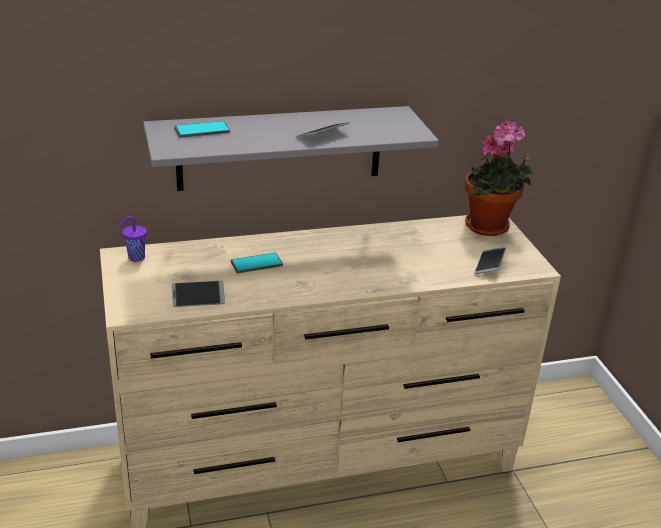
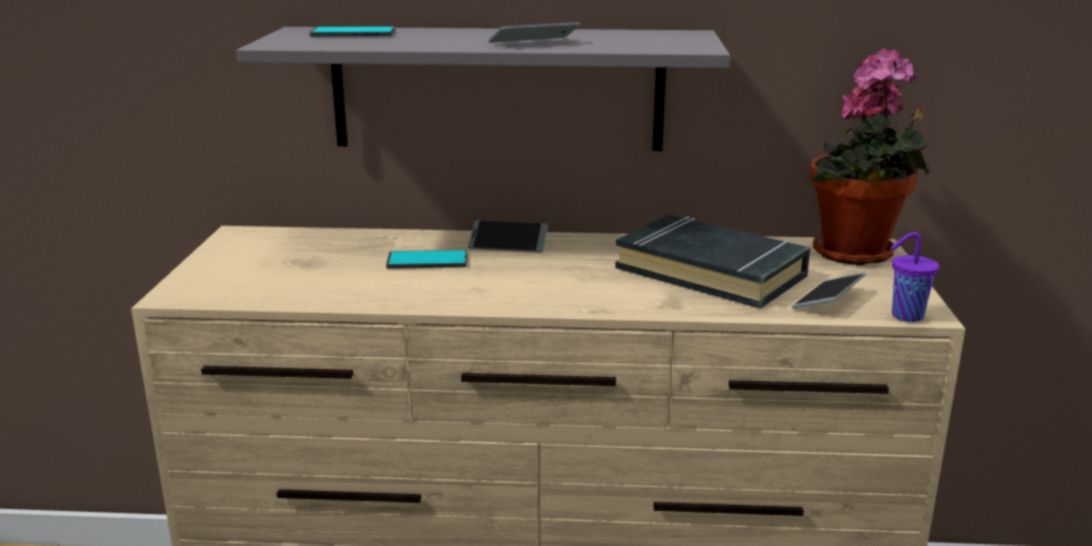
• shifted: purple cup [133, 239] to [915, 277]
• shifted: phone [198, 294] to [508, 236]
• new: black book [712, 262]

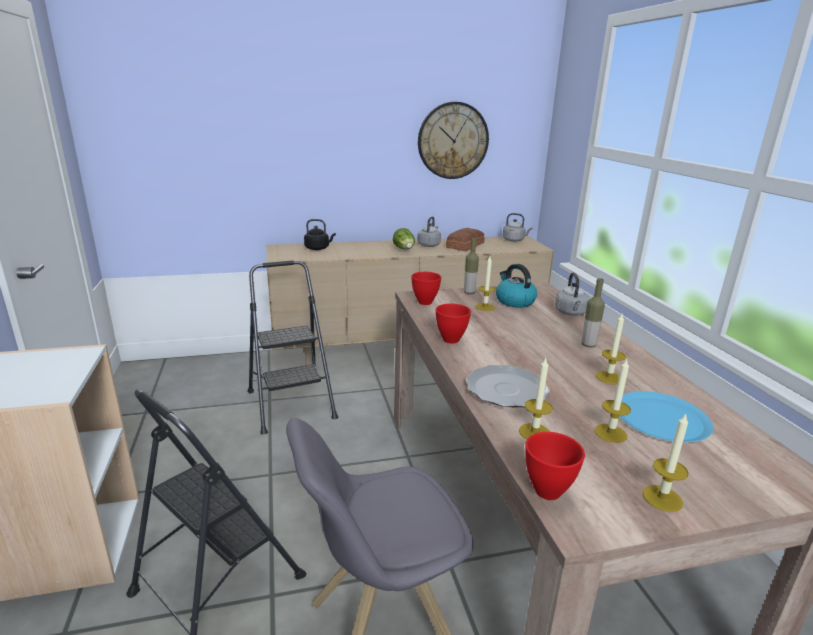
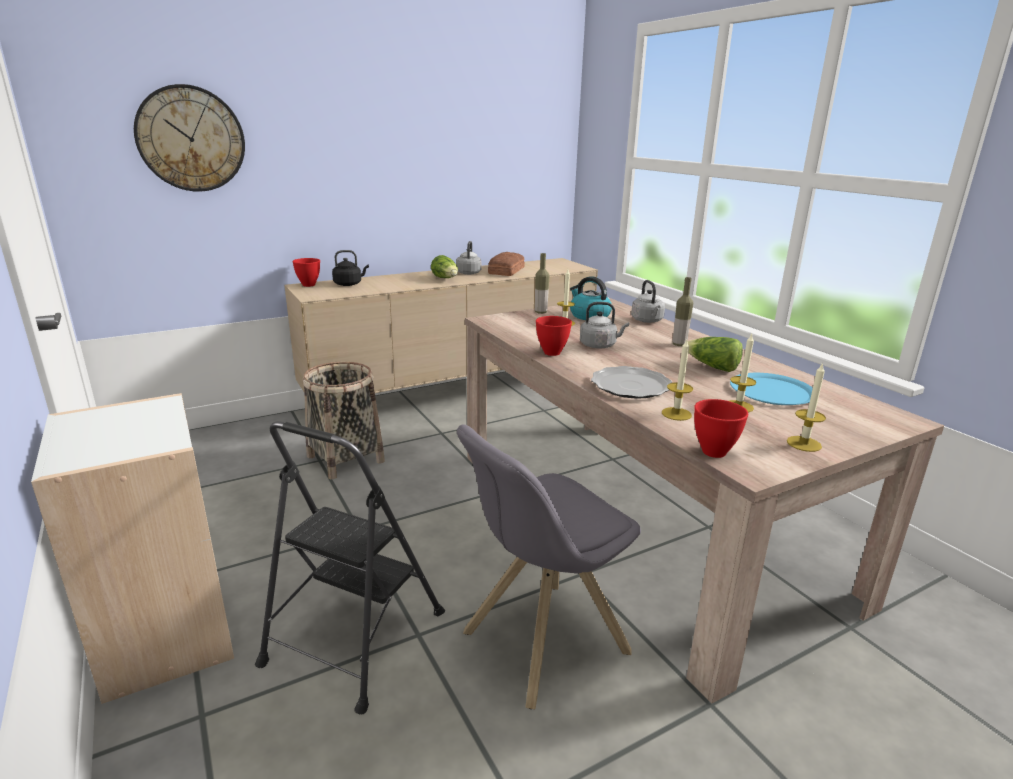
• shifted: wall clock [453, 140] to [189, 138]
• shifted: grey kettle [517, 227] to [604, 325]
• swapped: black step ladder [292, 347] to basket [344, 420]
• shifted: red bowl [426, 288] to [306, 272]
• swapped: candle [611, 349] to lettuce [715, 354]

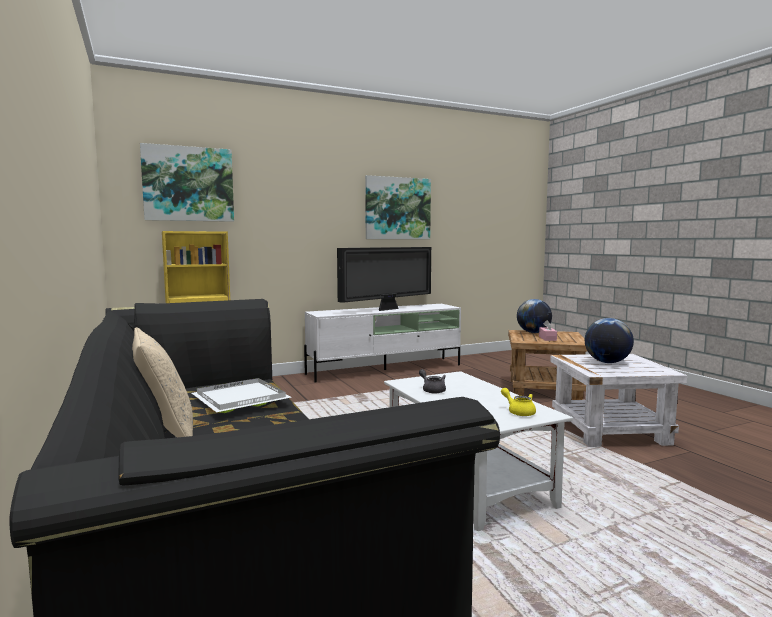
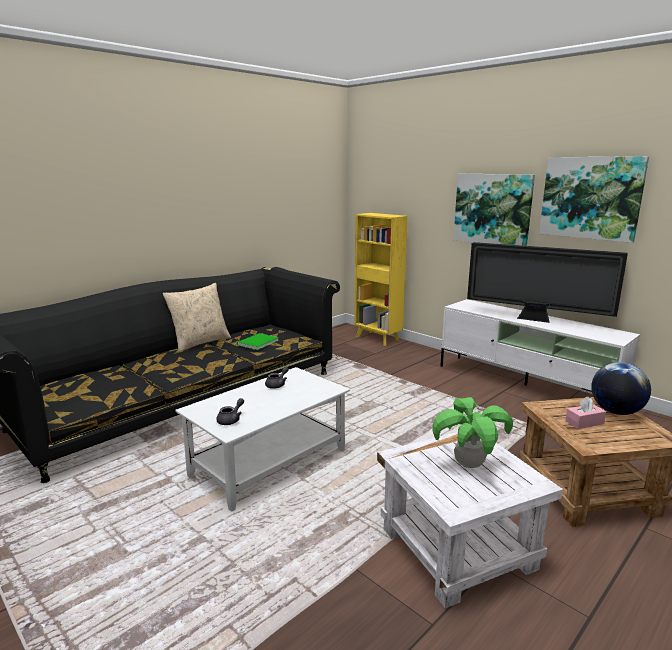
• shifted: picture [187, 182] to [494, 210]
• swapped: globe [609, 340] to potted plant [472, 432]
• swapped: white tray [241, 395] to green book [258, 341]
• repainted: yellow teapot [518, 402] to grey teapot [230, 411]

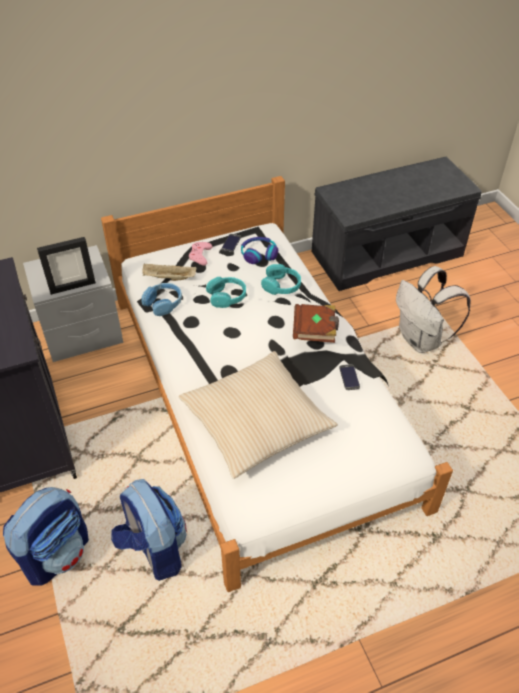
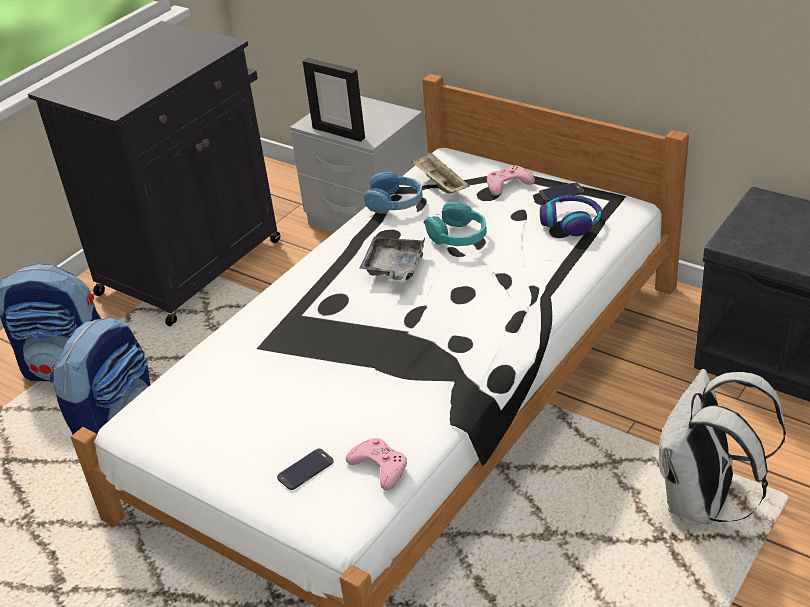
• gone: turquoise headphones [281, 279]
• gone: brown book [316, 323]
• gone: beige pillow [258, 415]
• shifted: phone [349, 377] to [305, 469]
• new: grey tray [392, 259]
• new: pink game controller [376, 464]

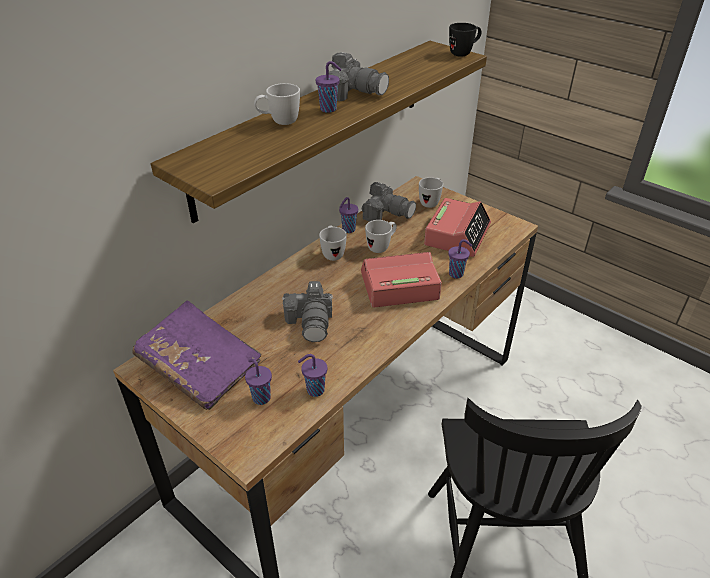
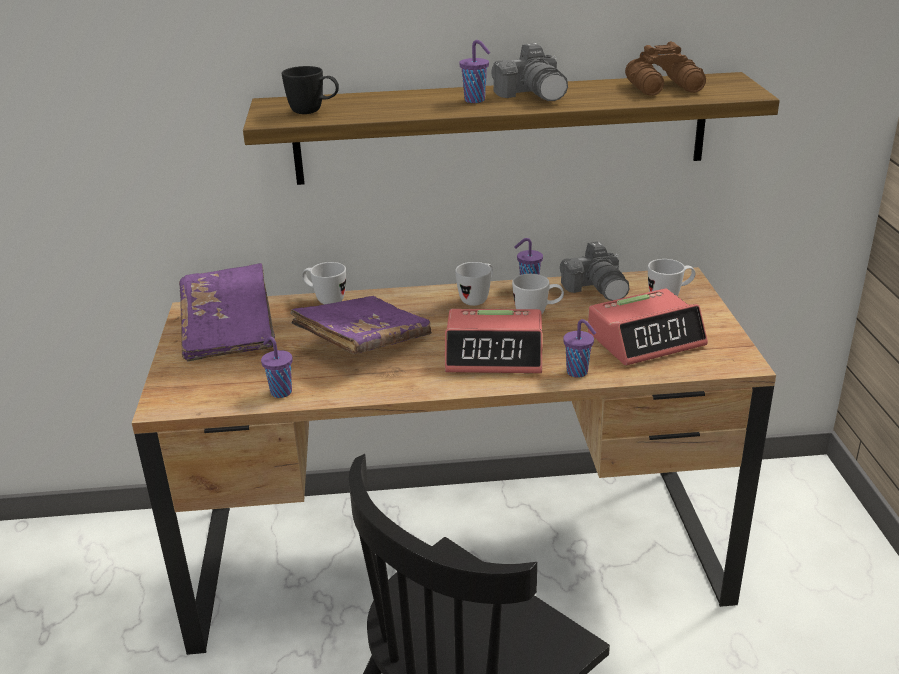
• shifted: black mug [465, 40] to [310, 90]
• shifted: white mug [277, 104] to [324, 283]
• rotated: alarm clock [401, 280] = [493, 341] 150 degrees clockwise
• swapped: photo camera [308, 311] to purple book [361, 325]
• gone: purple cup [258, 382]
• new: brown binoculars [665, 68]

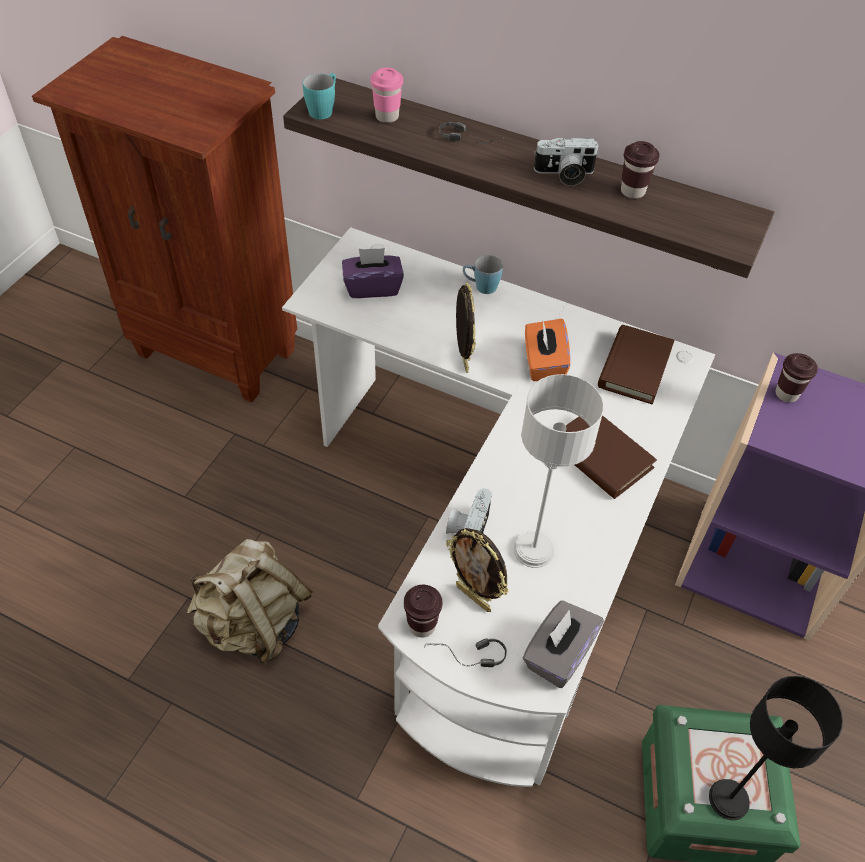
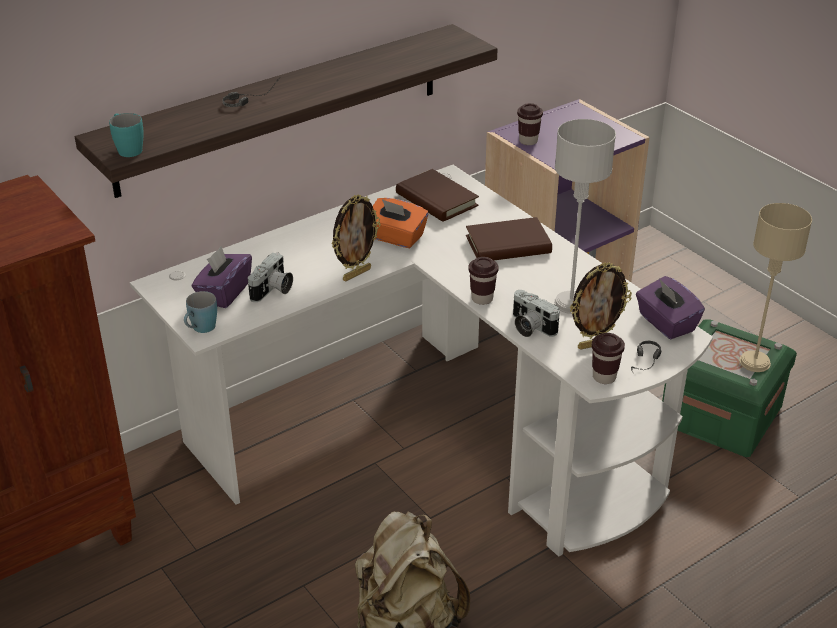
• gone: pink cup [386, 95]
• shifted: photo camera [566, 162] to [270, 277]
• shifted: brown cup [640, 170] to [483, 281]
• shifted: blue mug [483, 274] to [200, 312]
• rotated: picture frame [466, 327] = [356, 238] 120 degrees clockwise
• repainted: grey tissue box [563, 644] to purple tissue box [670, 307]
• repainted: black table lamp [776, 748] to beige table lamp [775, 287]

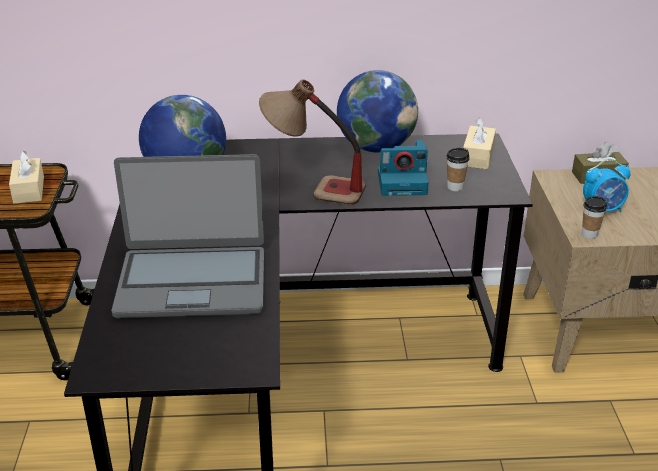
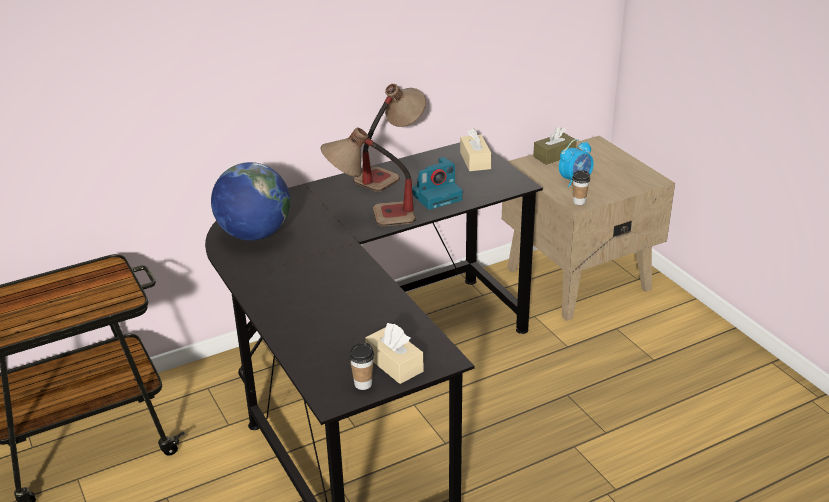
• swapped: globe [377, 111] to table lamp [389, 138]
• shifted: cup [458, 169] to [361, 366]
• shifted: beige tissue box [26, 177] to [394, 353]
• gone: laptop [188, 236]

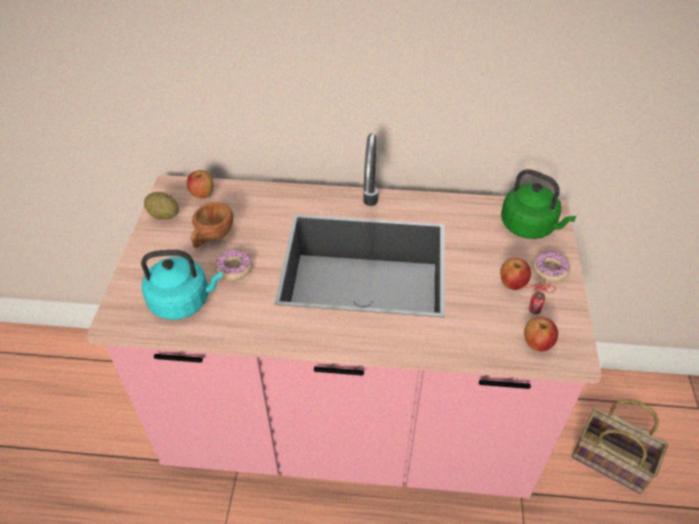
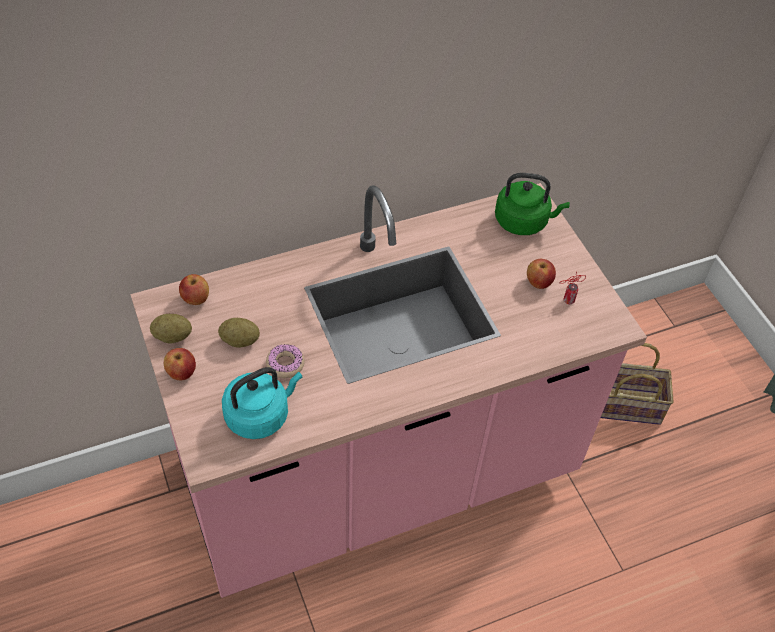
• swapped: brown cup [212, 225] to potato [239, 333]
• gone: donut [551, 266]
• shifted: apple [541, 334] to [180, 364]

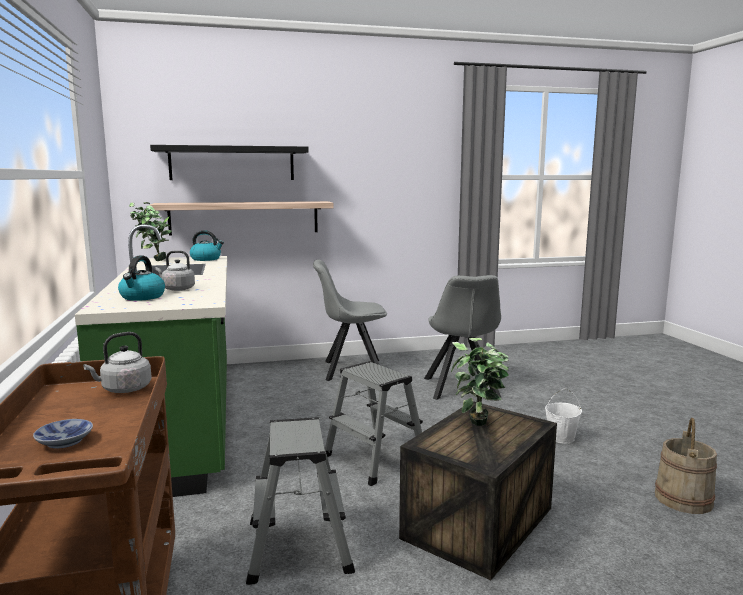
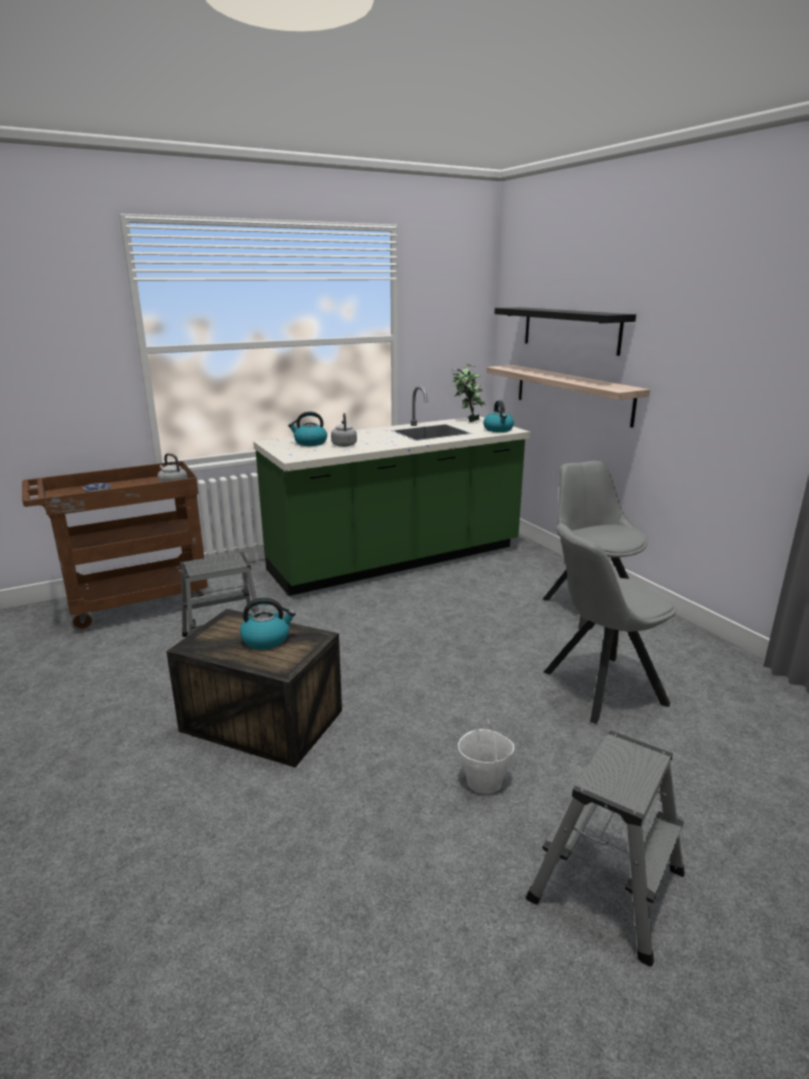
• swapped: potted plant [480, 382] to kettle [268, 623]
• shifted: grey step ladder [374, 423] to [605, 848]
• gone: beige bucket [686, 466]

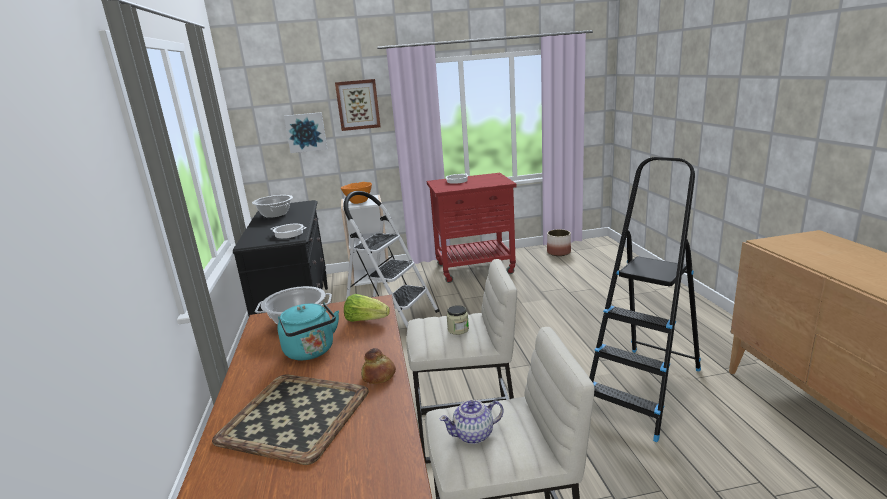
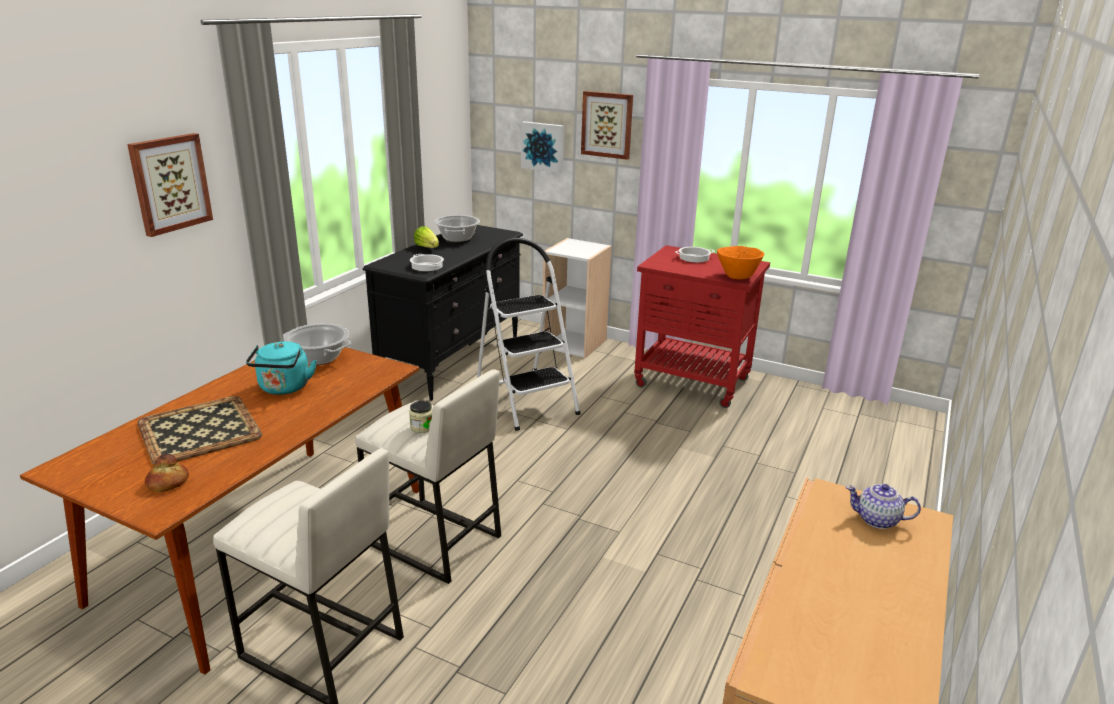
• gone: black step ladder [645, 299]
• shifted: orange bowl [356, 193] to [740, 262]
• gone: planter [559, 242]
• shifted: lettuce [367, 308] to [426, 237]
• shifted: bread [378, 366] to [167, 473]
• shifted: teapot [471, 422] to [883, 506]
• new: picture [170, 185]

